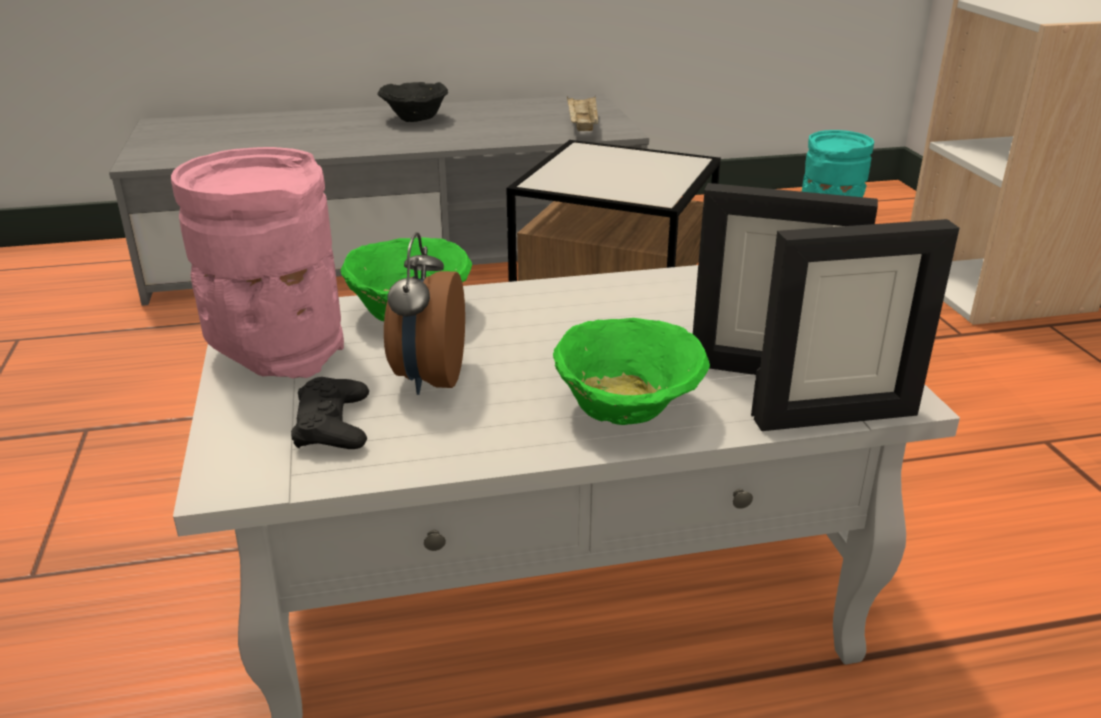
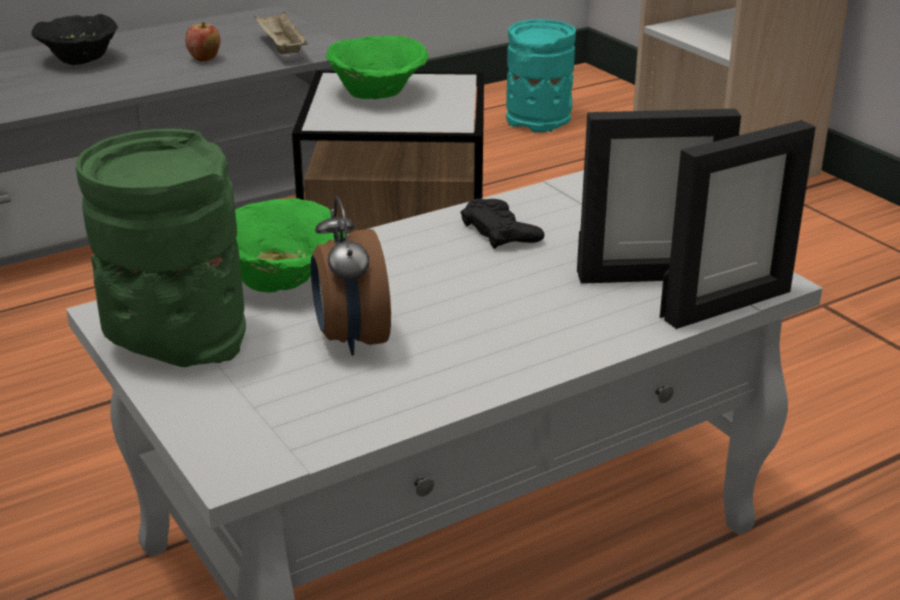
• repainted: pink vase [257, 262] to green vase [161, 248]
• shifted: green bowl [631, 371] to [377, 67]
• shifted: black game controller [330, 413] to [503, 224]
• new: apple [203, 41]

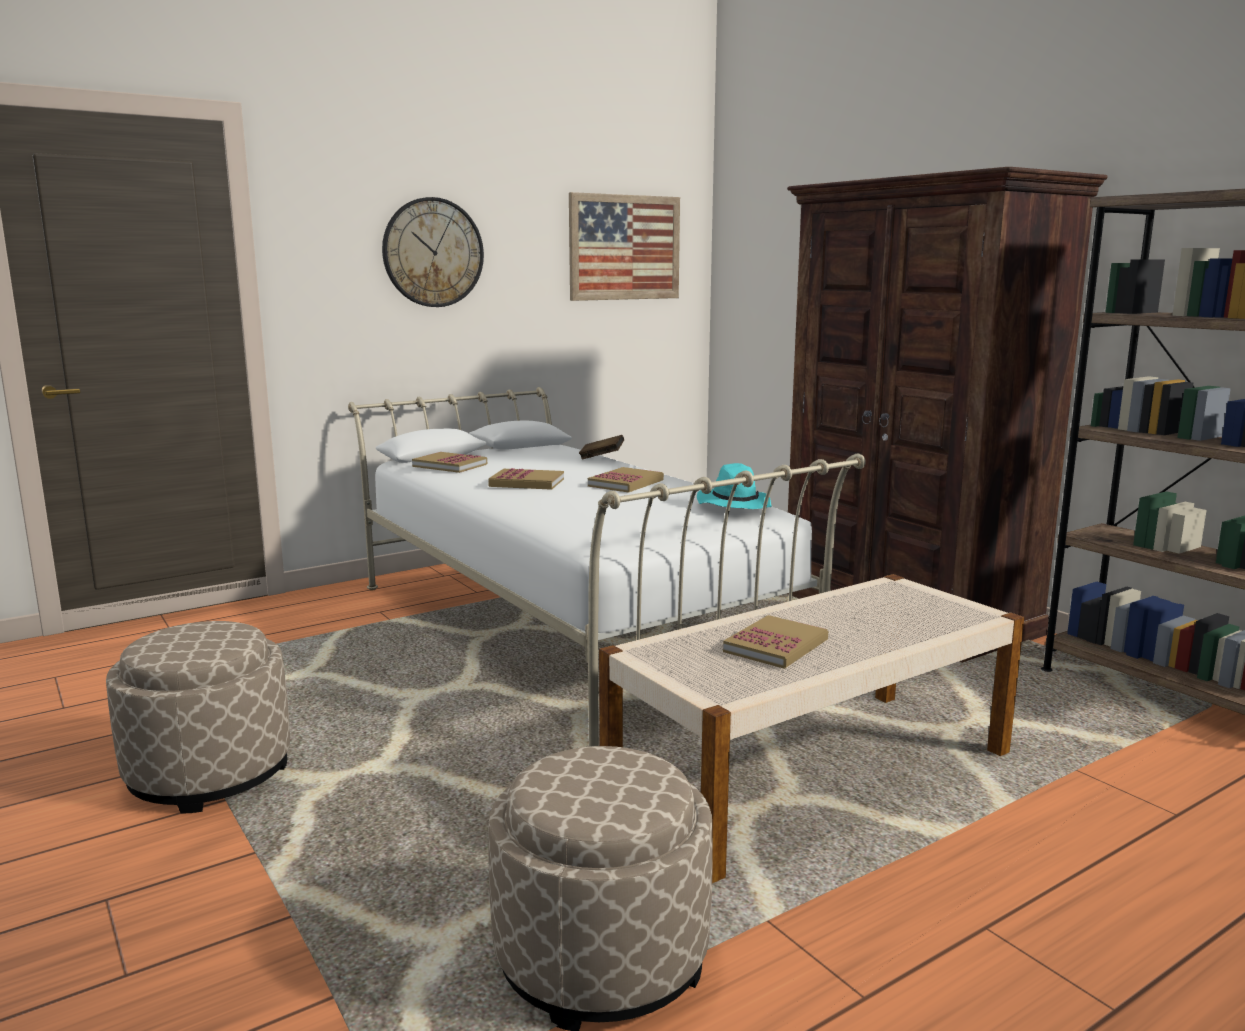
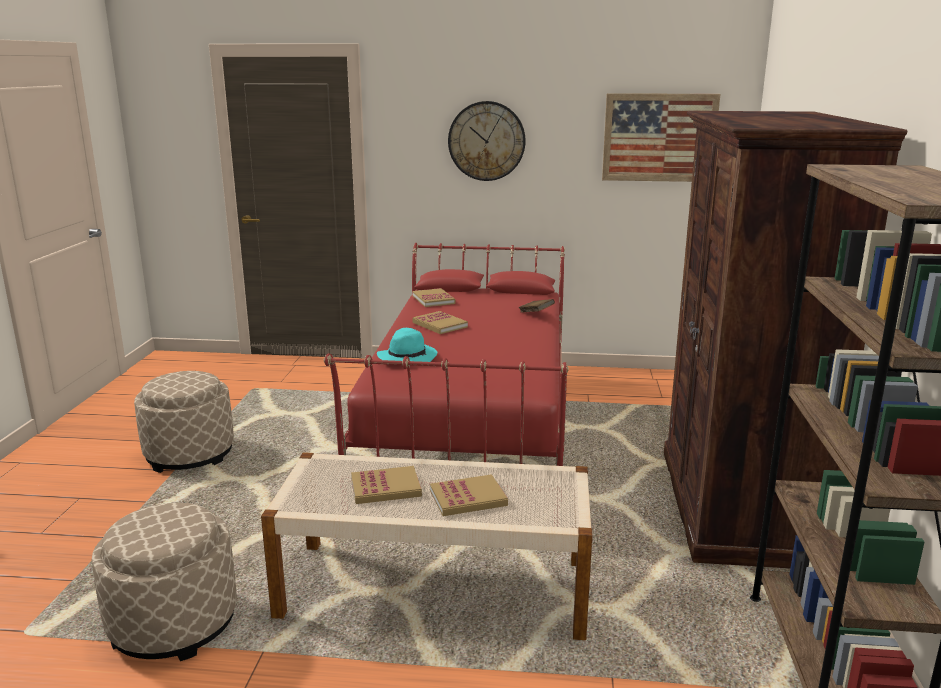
• repainted: white bed [607, 566] to red bed [446, 385]
• shifted: turquoise hat [734, 486] to [407, 345]
• shifted: book [626, 480] to [469, 495]

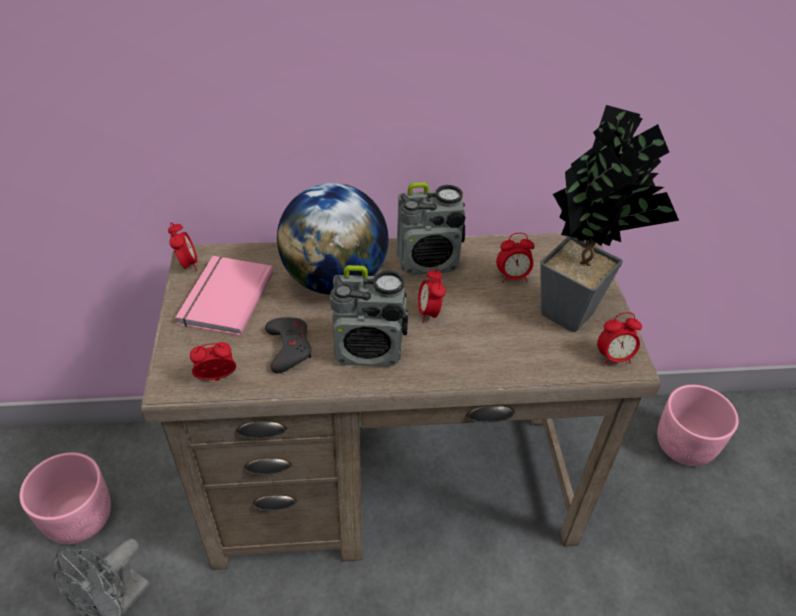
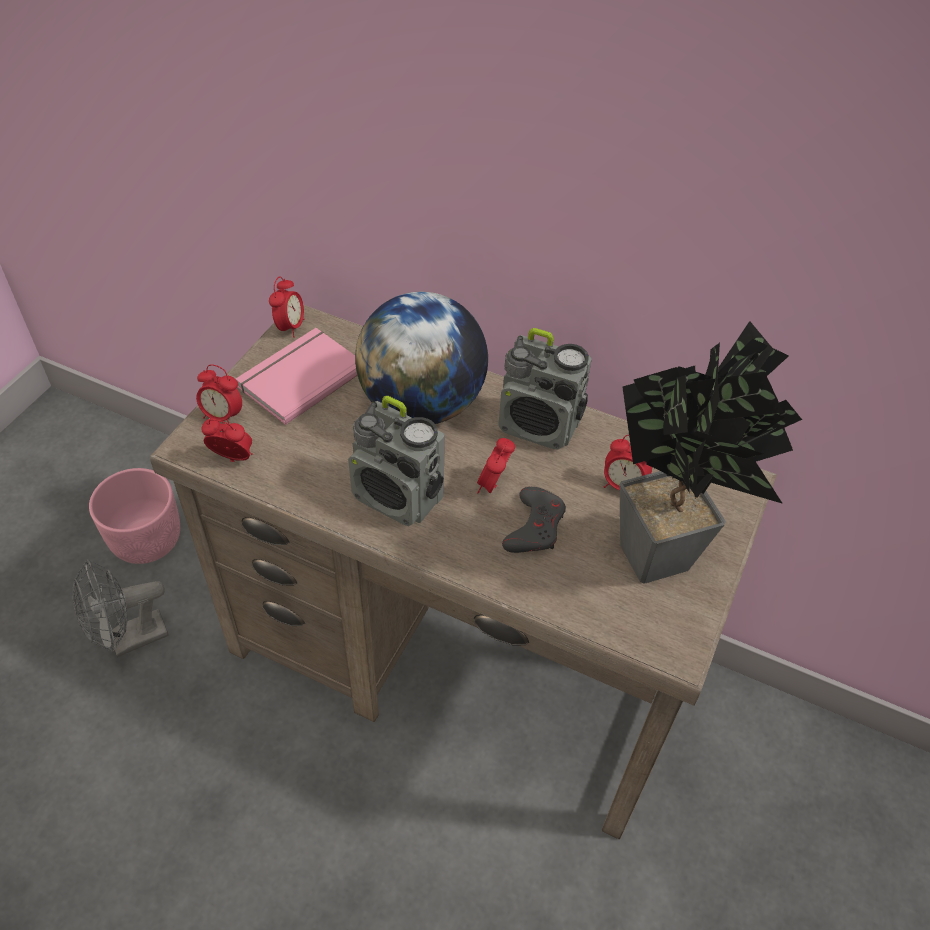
• shifted: alarm clock [619, 339] to [219, 394]
• shifted: grey game controller [288, 345] to [534, 520]
• gone: pink planter [698, 425]

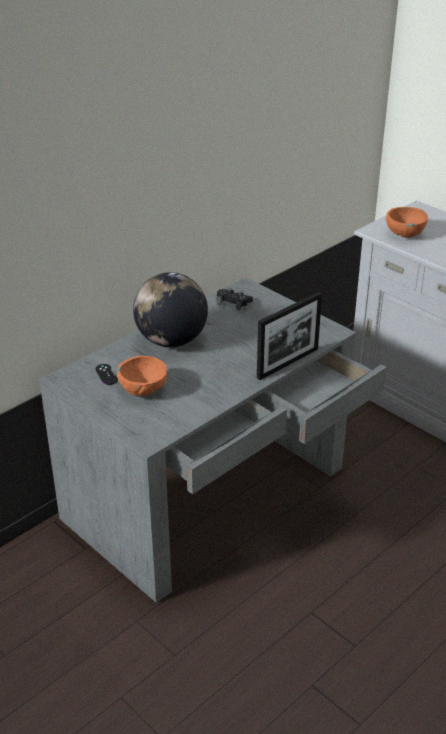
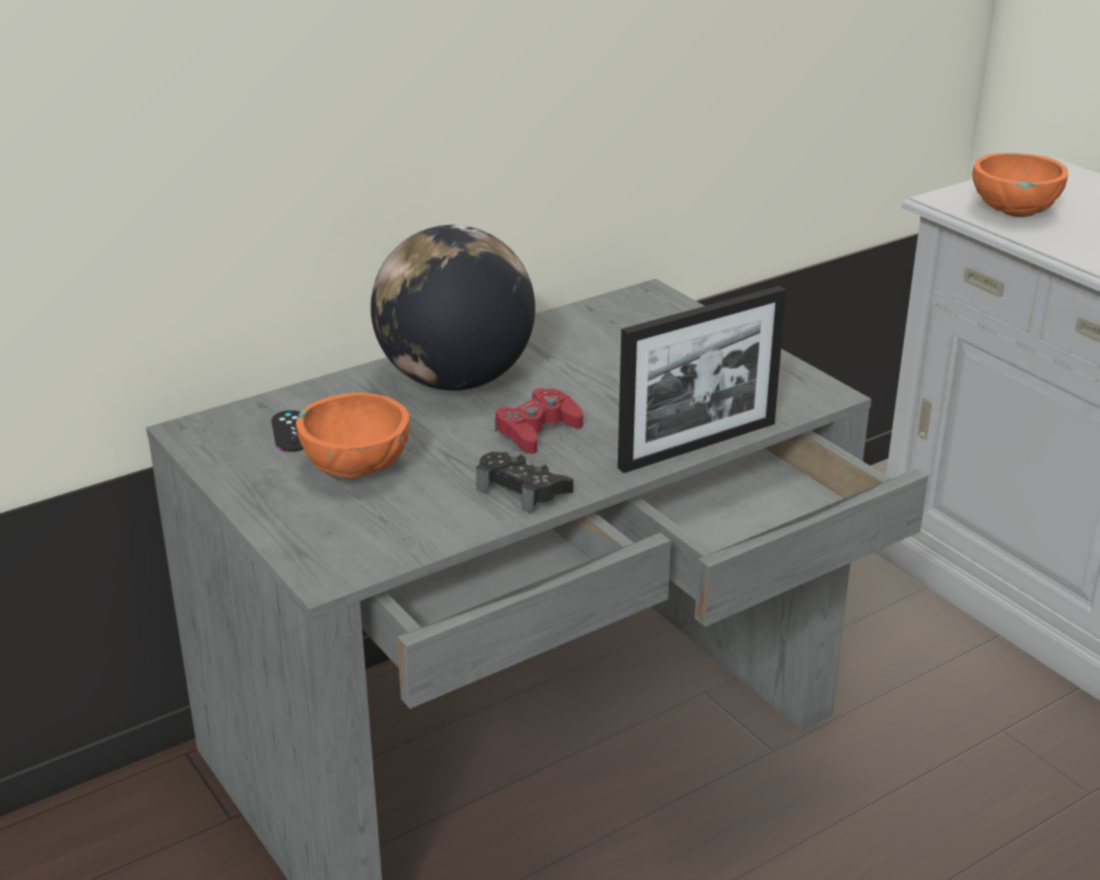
• shifted: black game controller [235, 299] to [524, 482]
• new: red game controller [539, 421]

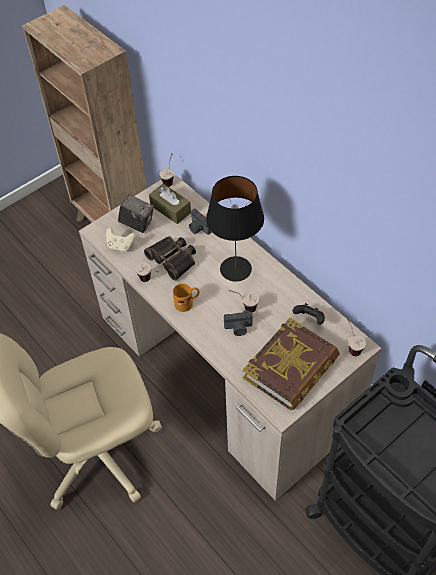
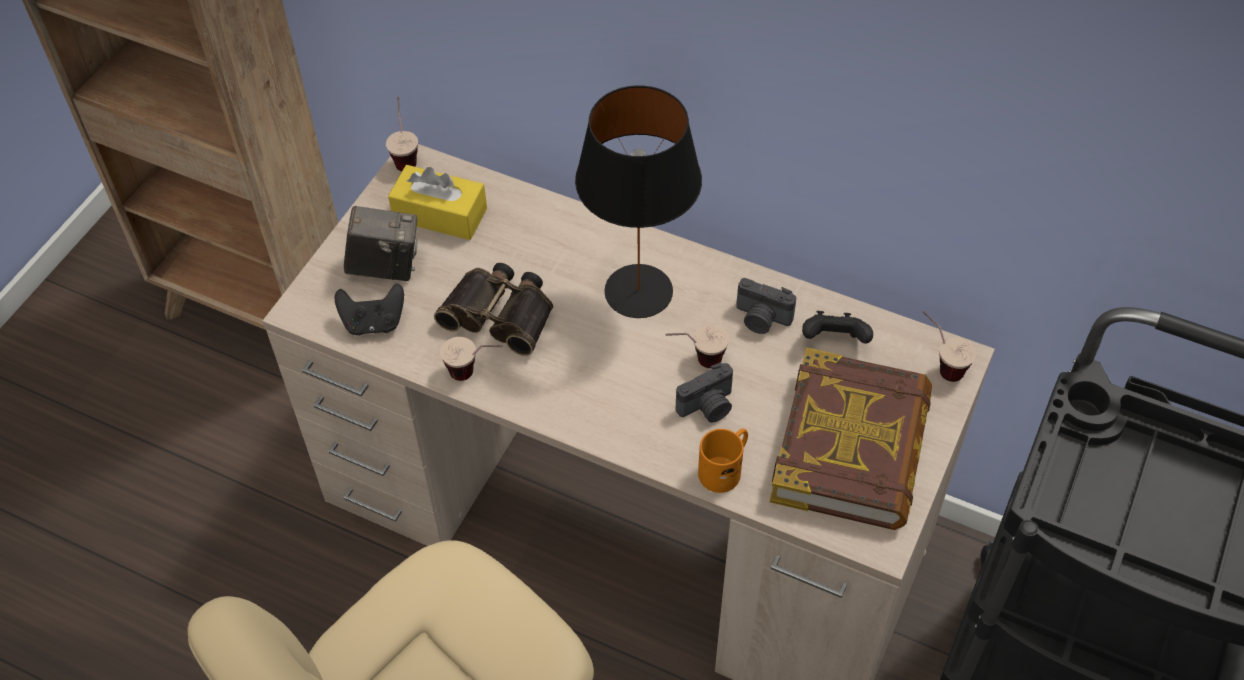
• repainted: brown tissue box [170, 204] to yellow tissue box [437, 202]
• shifted: photo camera [200, 221] to [766, 306]
• repainted: beige game controller [121, 239] to black game controller [369, 309]
• shifted: orange mug [186, 297] to [723, 461]

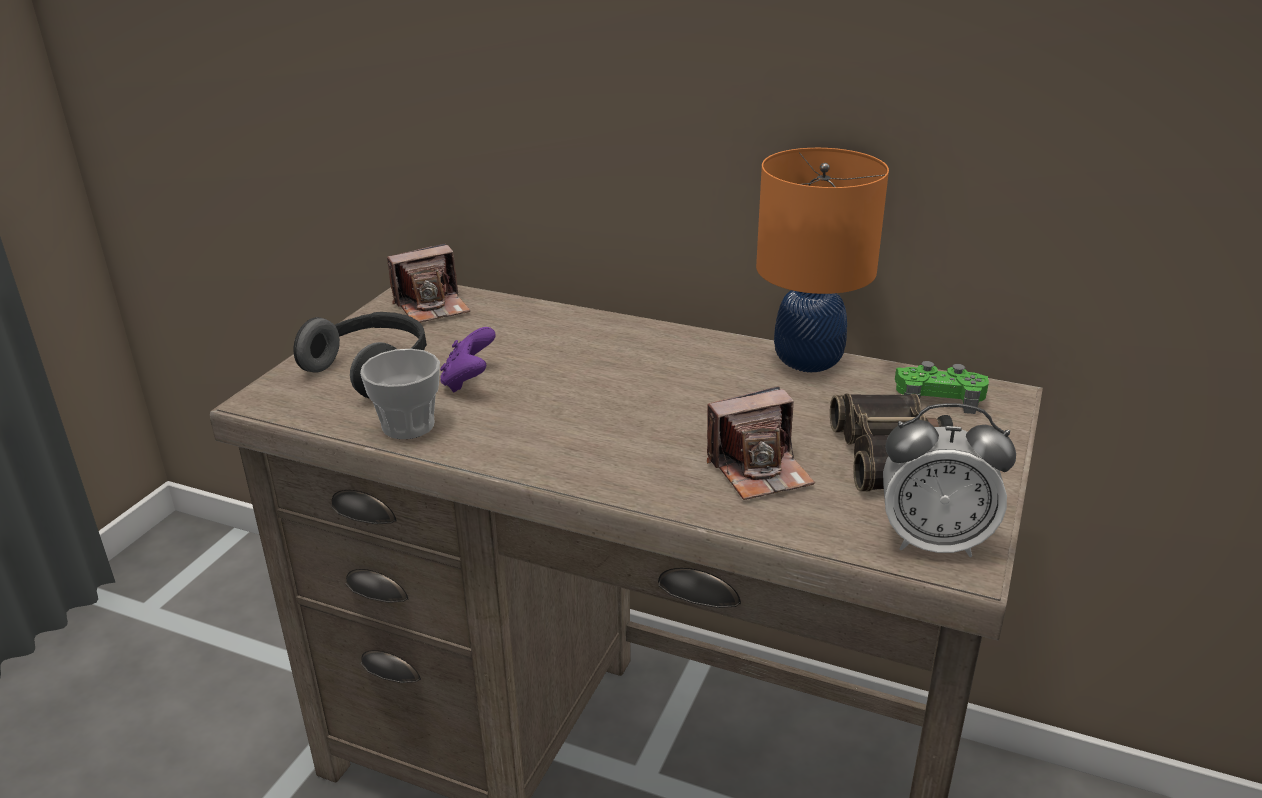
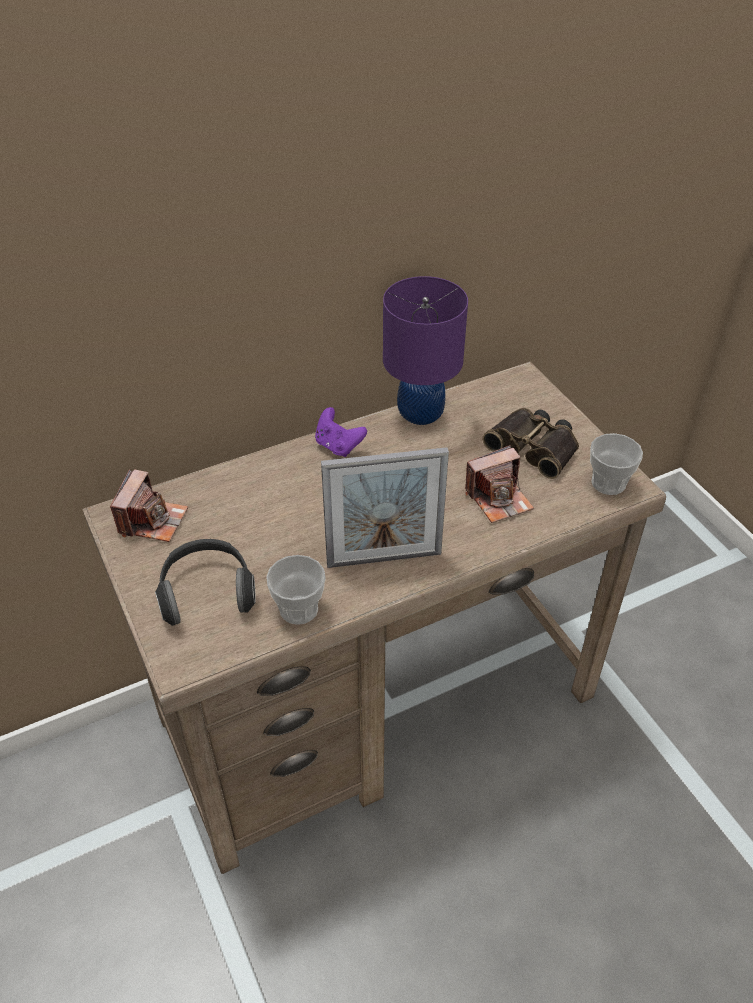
• repainted: orange table lamp [822, 260] to purple table lamp [425, 350]
• shifted: purple game controller [468, 360] to [341, 432]
• gone: green game controller [942, 387]
• rotated: photo camera [761, 443] = [499, 484] 45 degrees clockwise
• swapped: alarm clock [949, 480] to cup [616, 464]
• new: picture frame [385, 507]

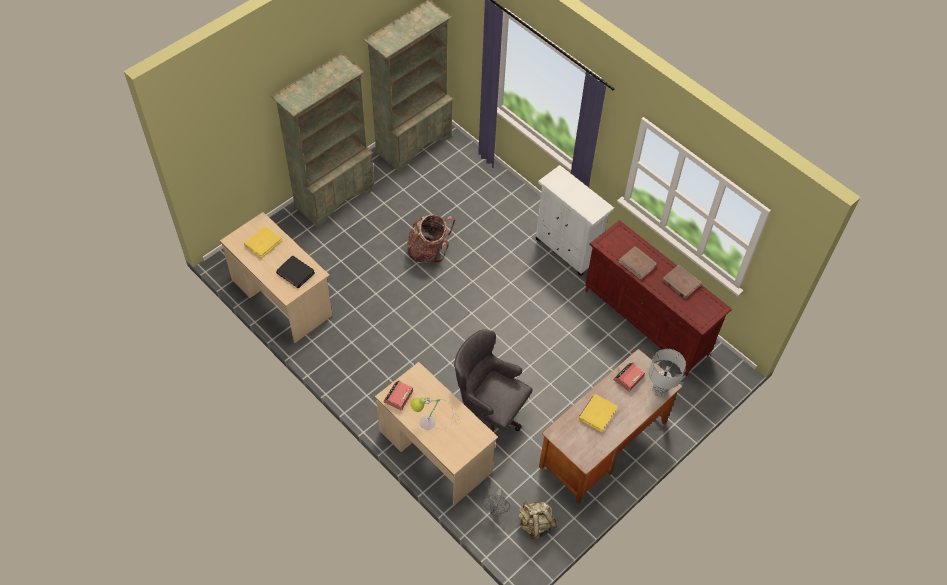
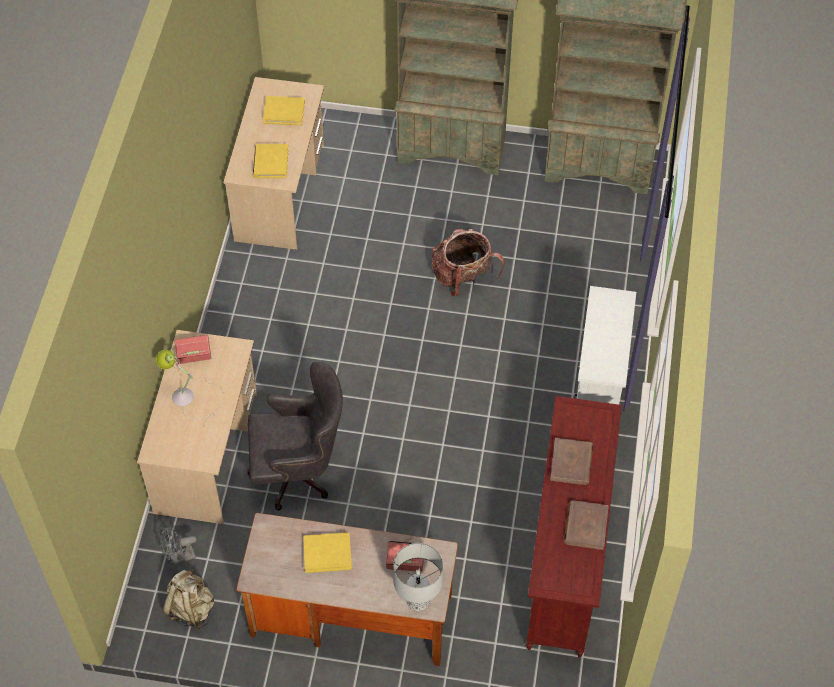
• repainted: black book [295, 271] to yellow book [271, 161]
• rotated: grey office chair [493, 380] = [295, 436] 90 degrees clockwise

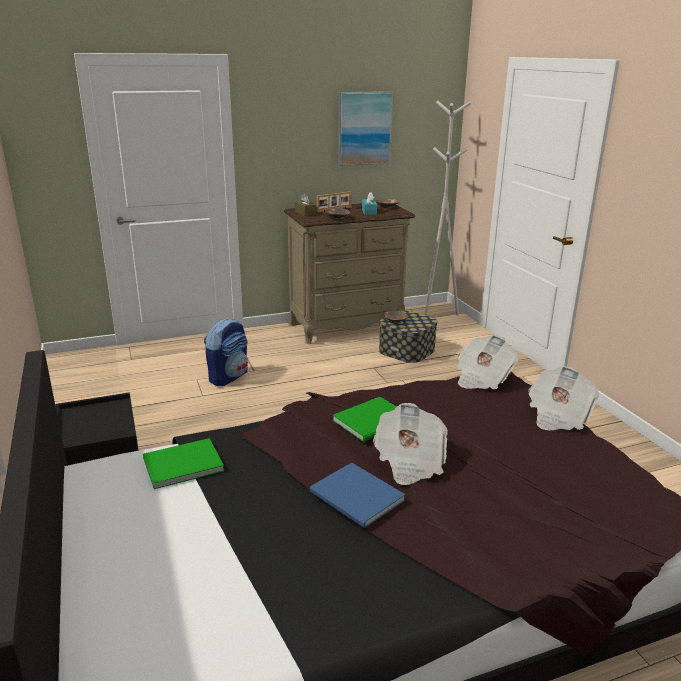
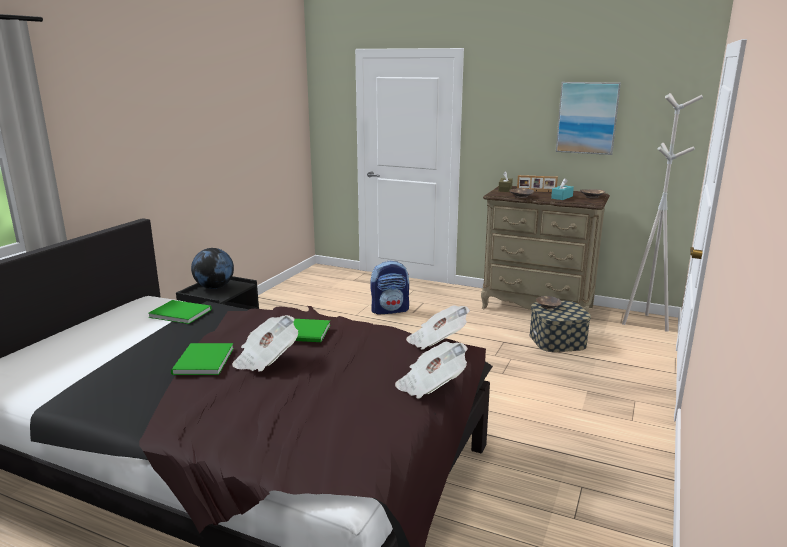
• repainted: blue book [357, 495] to green book [202, 359]
• new: globe [212, 268]

